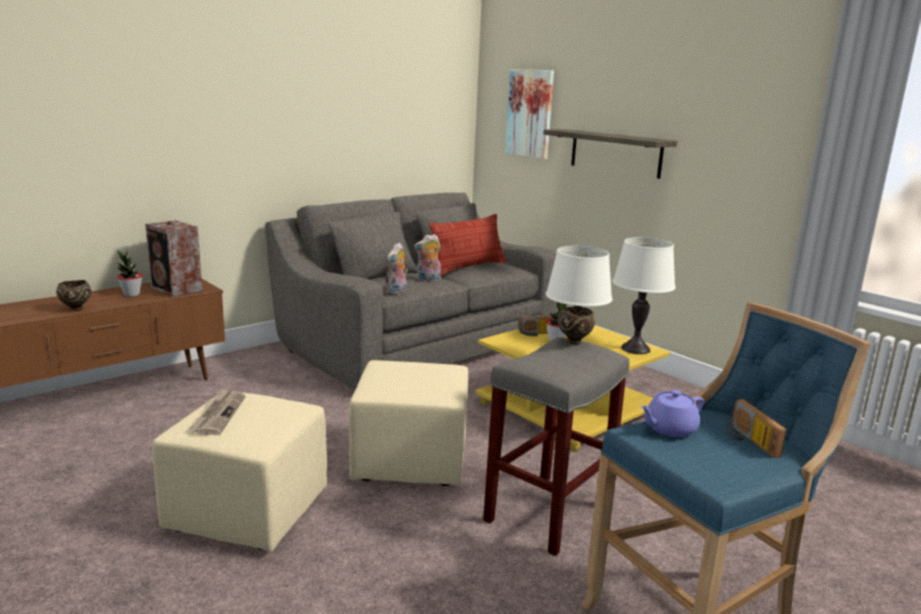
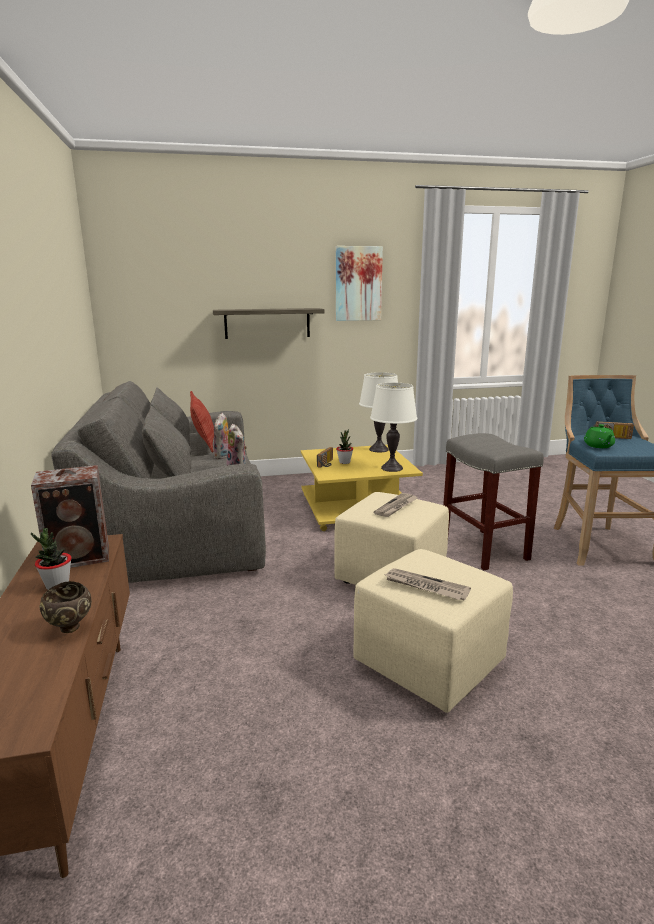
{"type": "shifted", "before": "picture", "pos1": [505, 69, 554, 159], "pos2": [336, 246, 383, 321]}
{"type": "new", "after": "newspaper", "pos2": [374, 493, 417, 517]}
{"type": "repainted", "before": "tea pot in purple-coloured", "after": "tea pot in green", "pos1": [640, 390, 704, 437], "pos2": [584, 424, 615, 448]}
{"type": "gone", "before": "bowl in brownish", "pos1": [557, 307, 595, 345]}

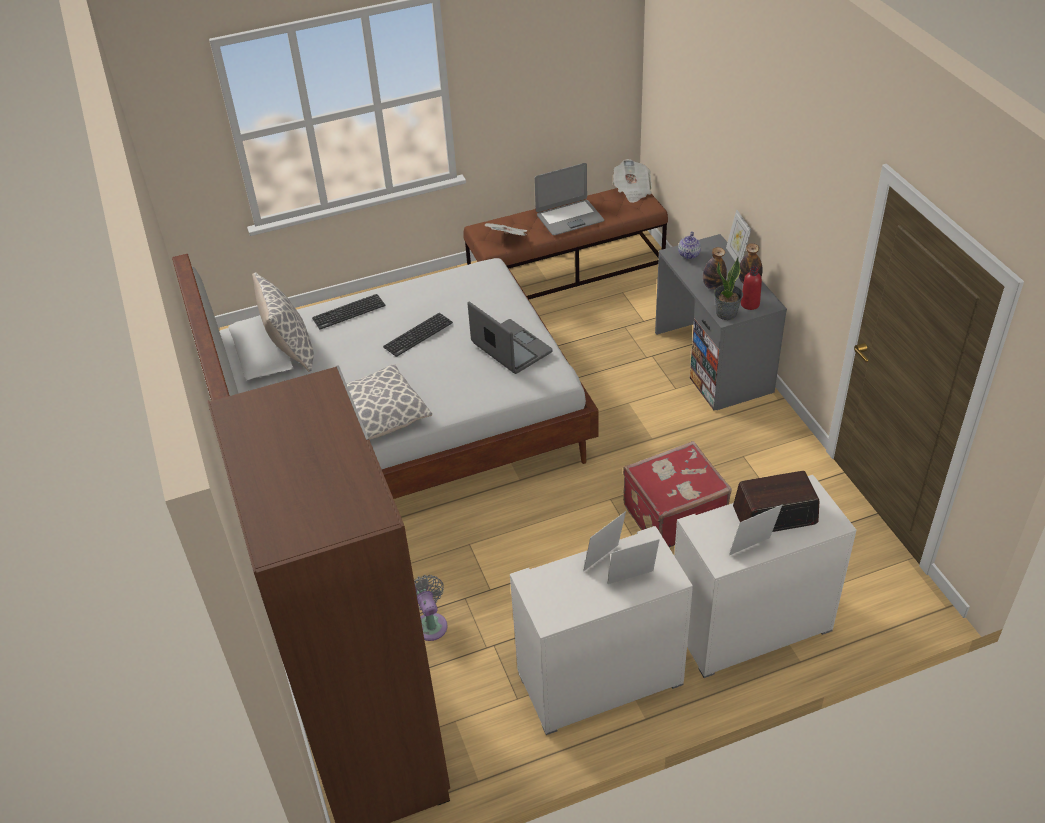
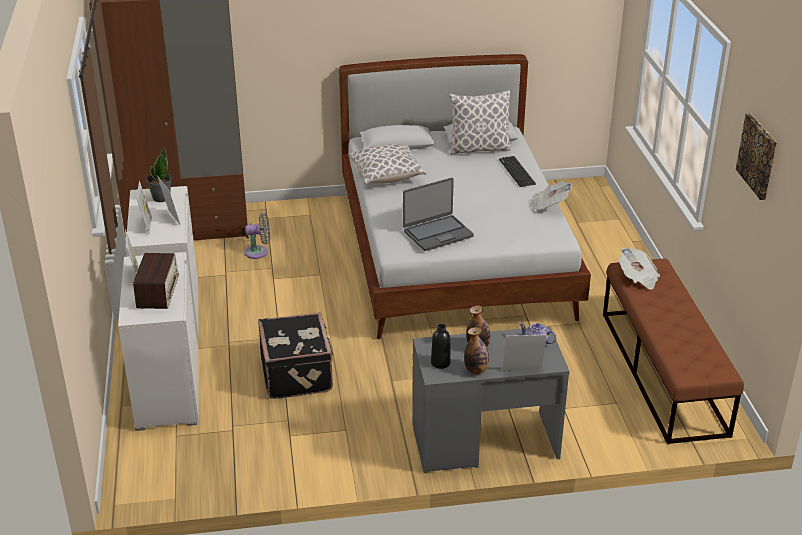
{"type": "shifted", "before": "potted plant", "pos1": [714, 257, 743, 320], "pos2": [146, 148, 172, 202]}
{"type": "repainted", "before": "travel case in red", "after": "travel case in black", "pos1": [623, 441, 732, 547], "pos2": [258, 312, 334, 399]}
{"type": "repainted", "before": "drink bottle in red", "after": "drink bottle in black", "pos1": [741, 267, 762, 310], "pos2": [431, 324, 451, 369]}
{"type": "shifted", "before": "newspaper", "pos1": [613, 159, 652, 203], "pos2": [528, 181, 573, 211]}
{"type": "new", "after": "picture", "pos2": [736, 113, 777, 200]}
{"type": "gone", "before": "PC keyboard", "pos1": [383, 313, 453, 357]}
{"type": "gone", "before": "portable computer", "pos1": [534, 163, 604, 235]}

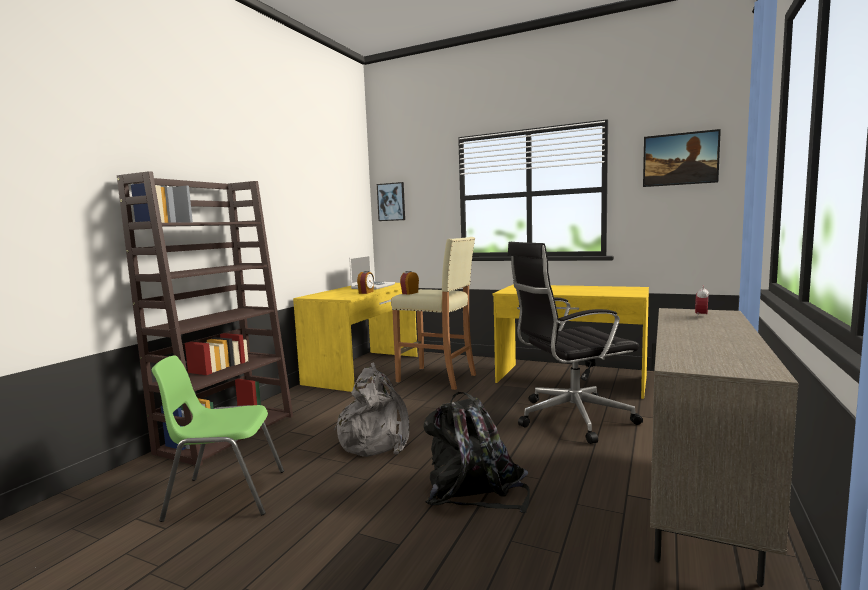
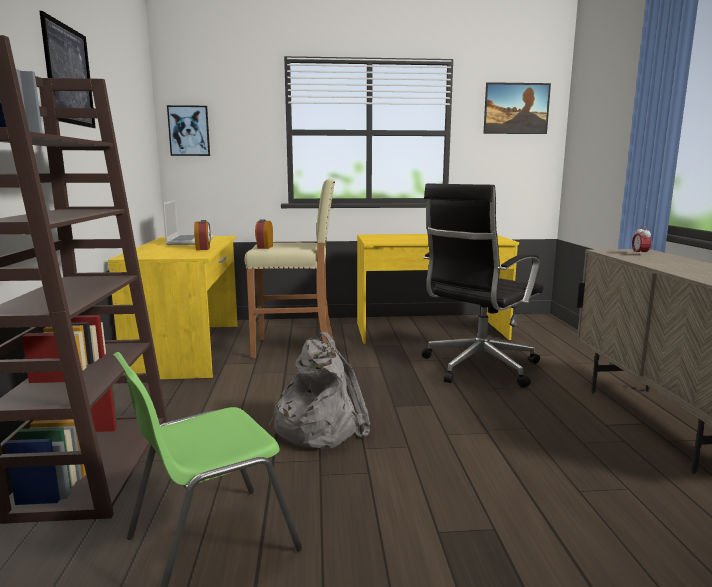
{"type": "new", "after": "picture", "pos2": [39, 11, 96, 128]}
{"type": "gone", "before": "rucksack in black", "pos1": [424, 392, 530, 513]}

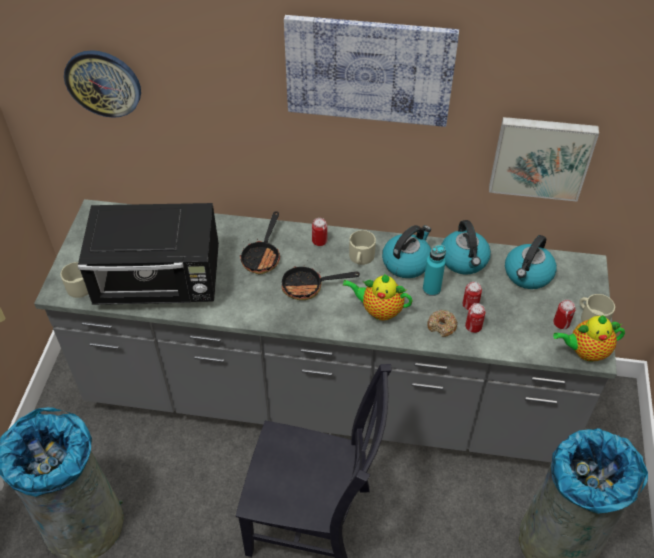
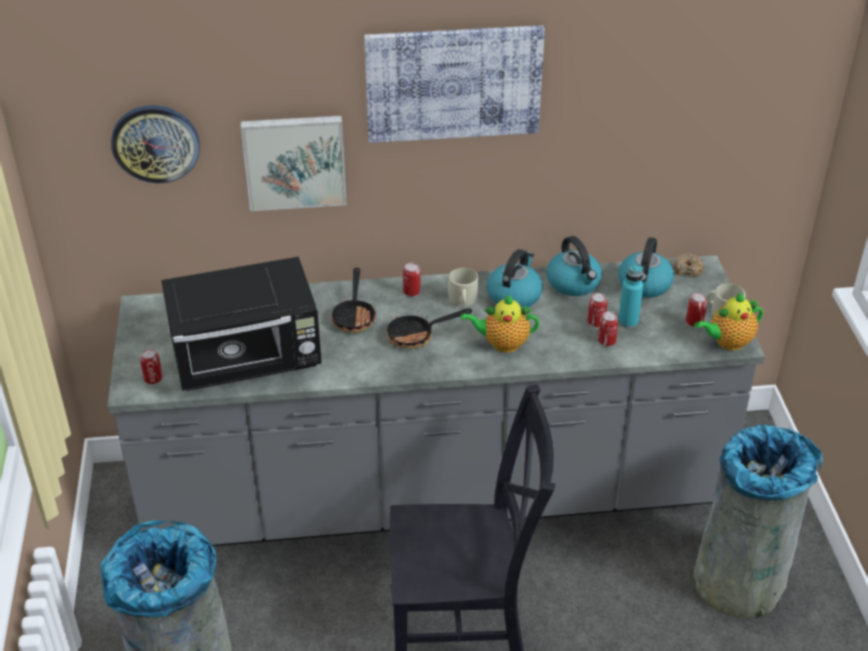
{"type": "swapped", "before": "mug in beige", "after": "metal can", "pos1": [60, 262, 88, 298], "pos2": [140, 348, 163, 384]}
{"type": "shifted", "before": "picture", "pos1": [489, 117, 599, 202], "pos2": [241, 116, 347, 211]}
{"type": "shifted", "before": "drink bottle in turquoise-coloured", "pos1": [423, 245, 446, 296], "pos2": [618, 264, 643, 328]}
{"type": "shifted", "before": "donut", "pos1": [427, 310, 457, 337], "pos2": [673, 254, 704, 278]}

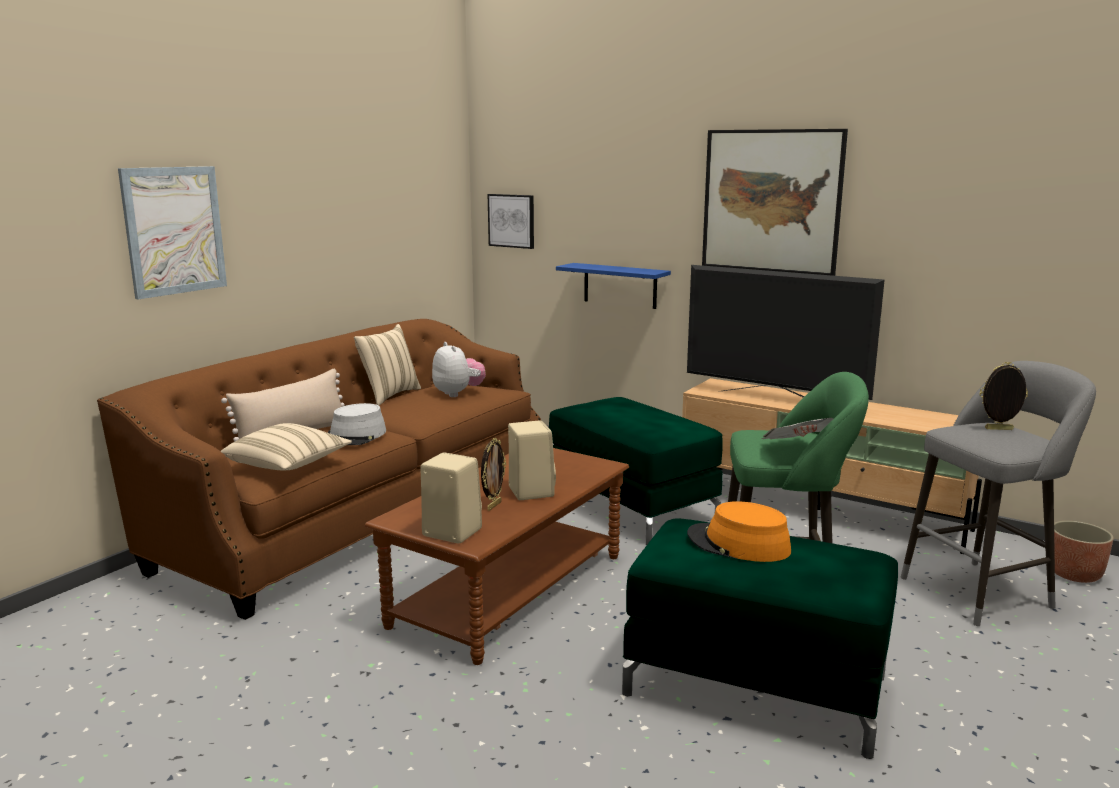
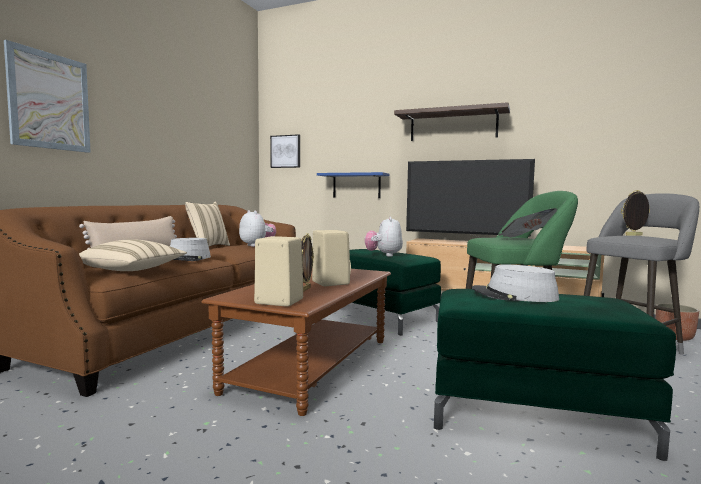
{"type": "new", "after": "plush toy", "pos2": [365, 217, 403, 257]}
{"type": "swapped", "before": "picture", "after": "wall shelf", "pos1": [702, 129, 848, 276], "pos2": [394, 102, 510, 141]}
{"type": "repainted", "before": "hat in orangey", "after": "hat in greyish", "pos1": [687, 501, 791, 562], "pos2": [472, 265, 559, 302]}

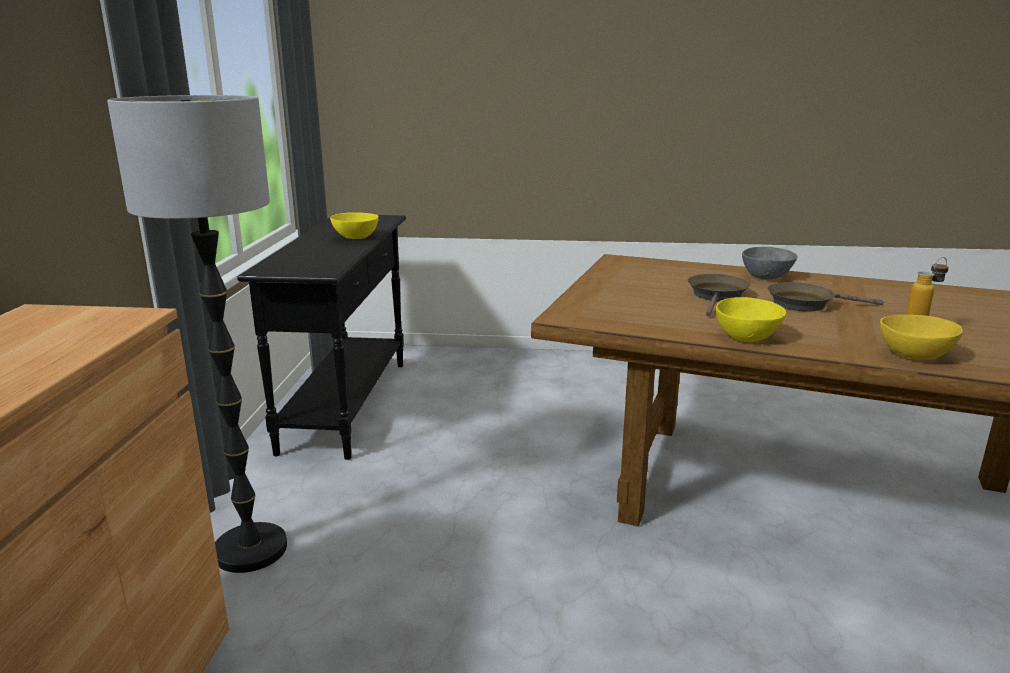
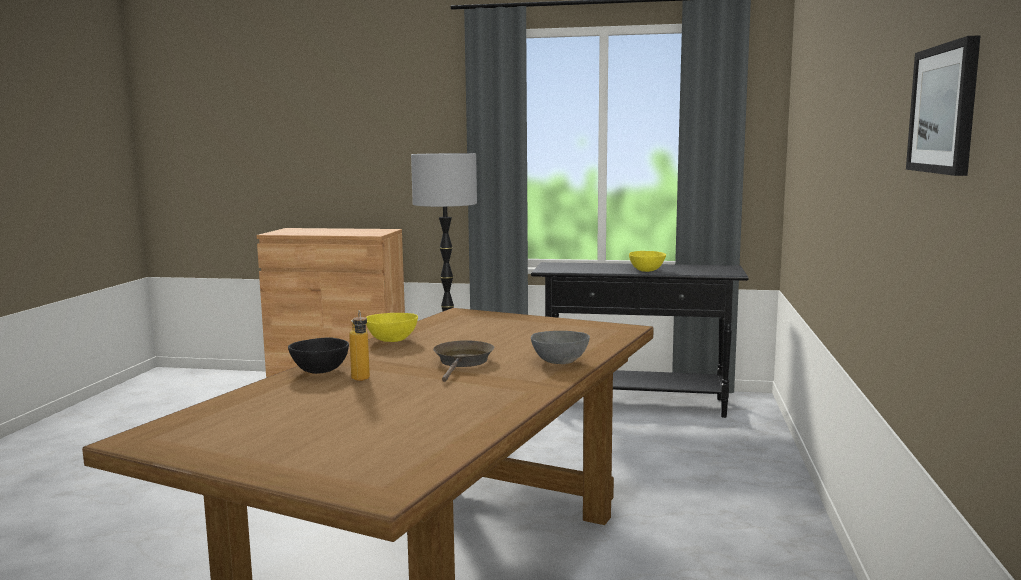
{"type": "repainted", "before": "bowl in yellow-coloured", "after": "bowl in black", "pos1": [880, 315, 963, 360], "pos2": [288, 337, 349, 374]}
{"type": "new", "after": "picture", "pos2": [906, 35, 981, 176]}
{"type": "gone", "before": "pan in brownish", "pos1": [687, 274, 750, 316]}

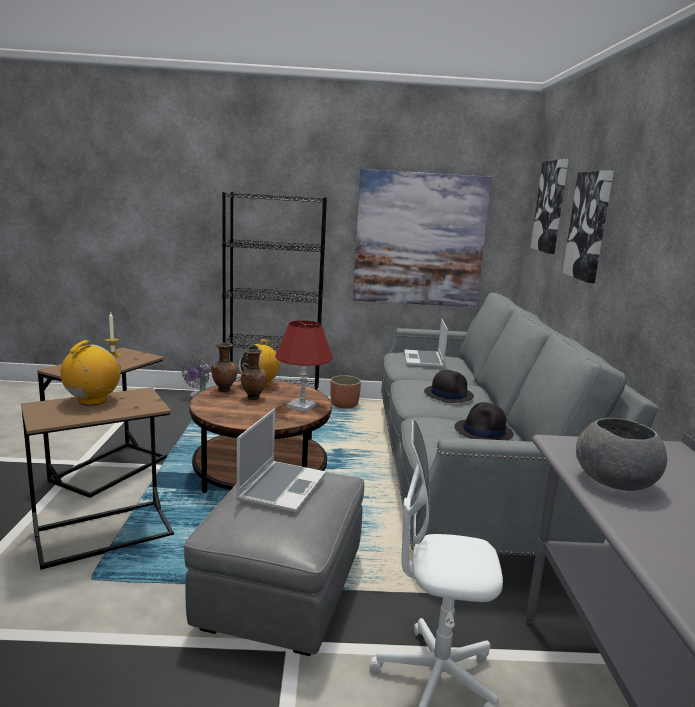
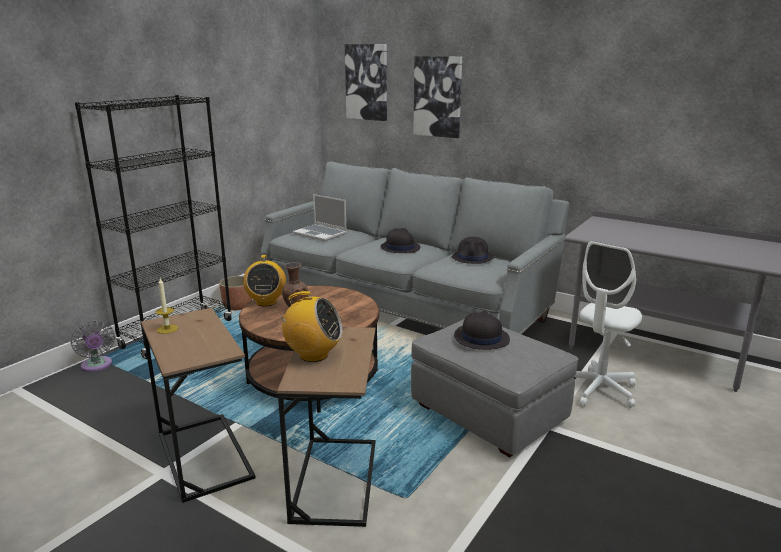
{"type": "rotated", "before": "radio receiver", "pos1": [60, 340, 121, 406], "pos2": [275, 291, 342, 362], "turn": 135}
{"type": "swapped", "before": "portable computer", "after": "hat in black", "pos1": [236, 408, 326, 513], "pos2": [454, 311, 510, 350]}
{"type": "gone", "before": "decorative vase in brownish", "pos1": [211, 343, 238, 392]}
{"type": "gone", "before": "tabletop lamp in red", "pos1": [275, 320, 333, 412]}
{"type": "gone", "before": "picture", "pos1": [353, 169, 492, 307]}
{"type": "gone", "before": "bowl in greyish", "pos1": [576, 418, 667, 491]}

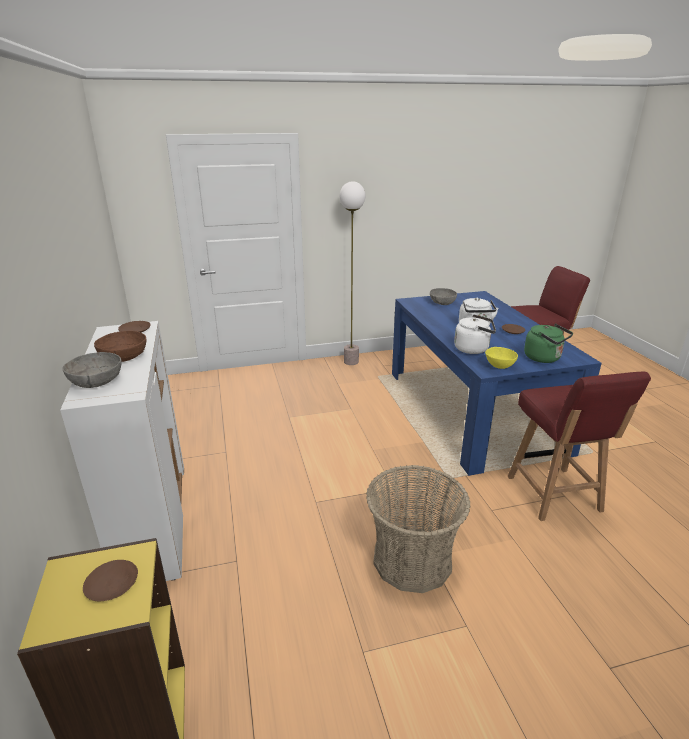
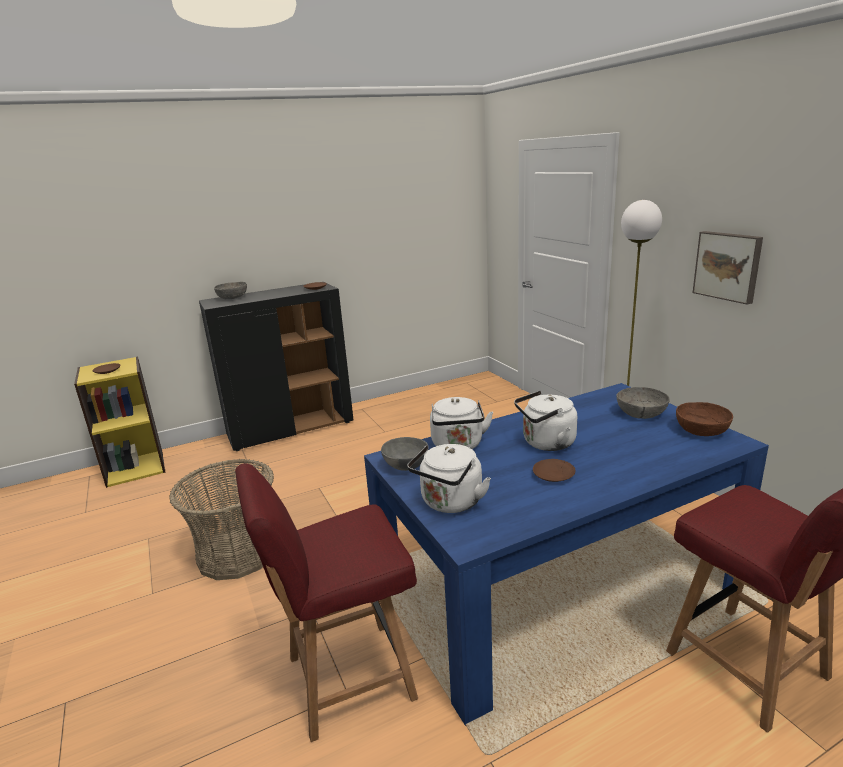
{"type": "repainted", "before": "cupboard in white-coloured", "after": "cupboard in black", "pos1": [60, 321, 184, 581], "pos2": [199, 284, 354, 451]}
{"type": "repainted", "before": "bowl in yellow-coloured", "after": "bowl in greyish", "pos1": [485, 347, 518, 369], "pos2": [381, 437, 429, 471]}
{"type": "repainted", "before": "tea kettle in green", "after": "tea kettle in white-coloured", "pos1": [524, 324, 573, 363], "pos2": [407, 444, 491, 513]}
{"type": "shifted", "before": "bowl in brownish", "pos1": [94, 331, 147, 362], "pos2": [676, 402, 733, 436]}
{"type": "new", "after": "picture", "pos2": [693, 231, 763, 305]}

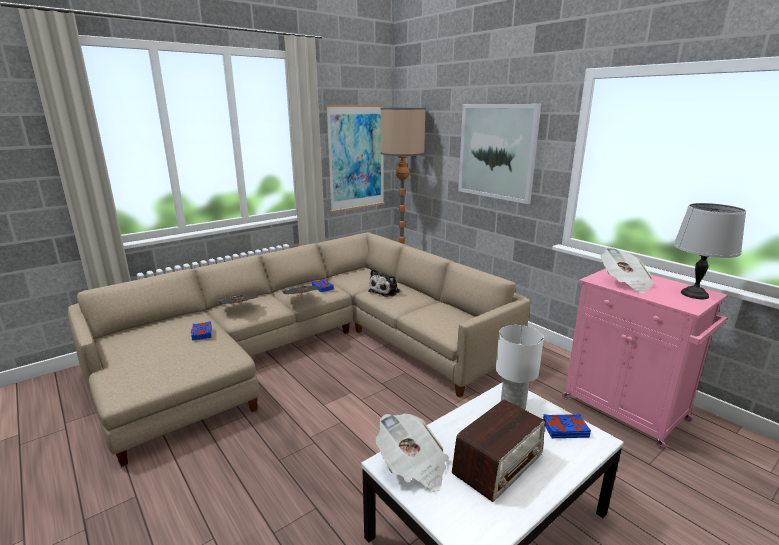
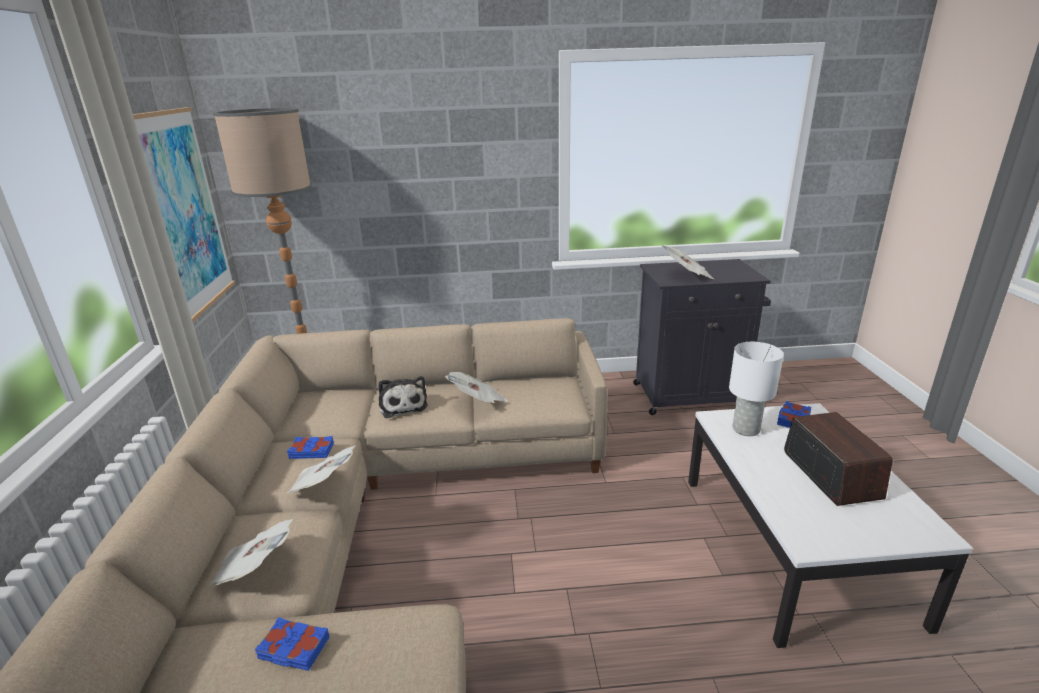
{"type": "shifted", "before": "newspaper", "pos1": [376, 413, 449, 492], "pos2": [445, 372, 508, 403]}
{"type": "repainted", "before": "cupboard in pink-coloured", "after": "cupboard in black", "pos1": [562, 268, 727, 450], "pos2": [633, 259, 771, 415]}
{"type": "gone", "before": "picture", "pos1": [458, 104, 541, 204]}
{"type": "gone", "before": "tabletop lamp in greyish", "pos1": [673, 203, 746, 299]}

